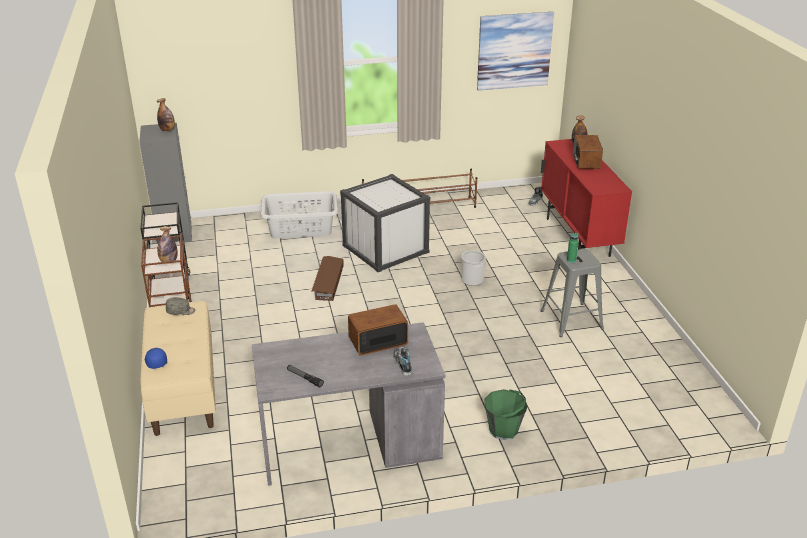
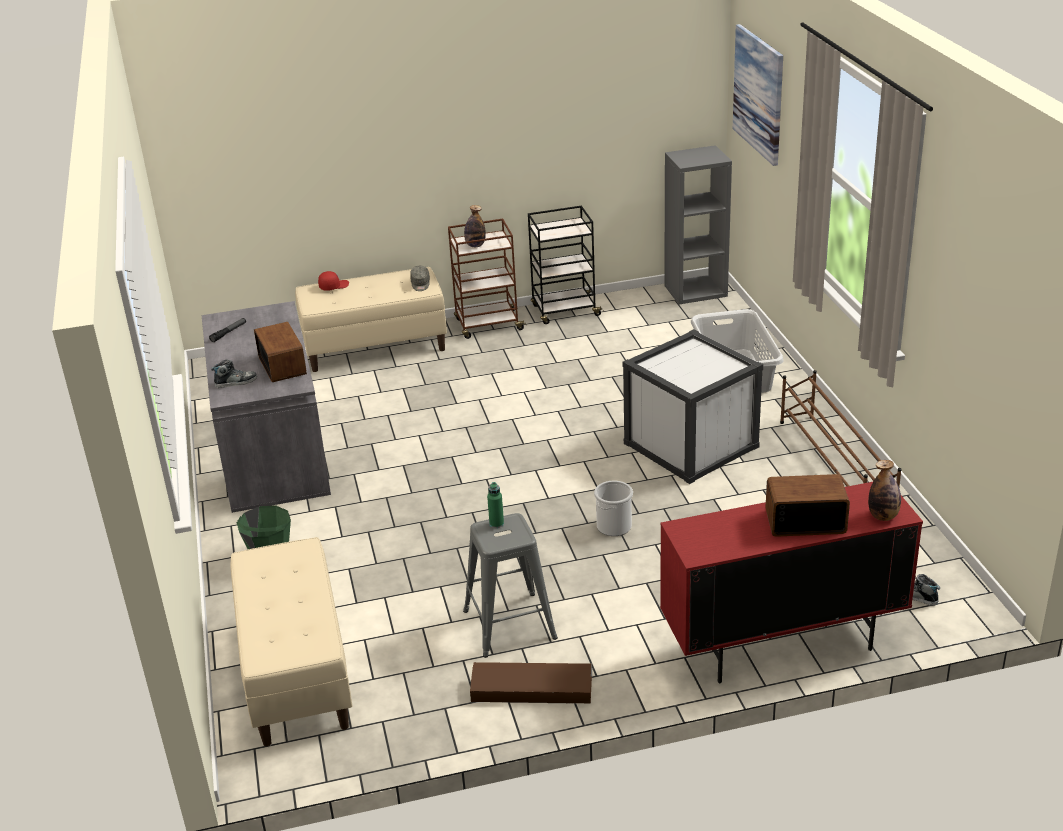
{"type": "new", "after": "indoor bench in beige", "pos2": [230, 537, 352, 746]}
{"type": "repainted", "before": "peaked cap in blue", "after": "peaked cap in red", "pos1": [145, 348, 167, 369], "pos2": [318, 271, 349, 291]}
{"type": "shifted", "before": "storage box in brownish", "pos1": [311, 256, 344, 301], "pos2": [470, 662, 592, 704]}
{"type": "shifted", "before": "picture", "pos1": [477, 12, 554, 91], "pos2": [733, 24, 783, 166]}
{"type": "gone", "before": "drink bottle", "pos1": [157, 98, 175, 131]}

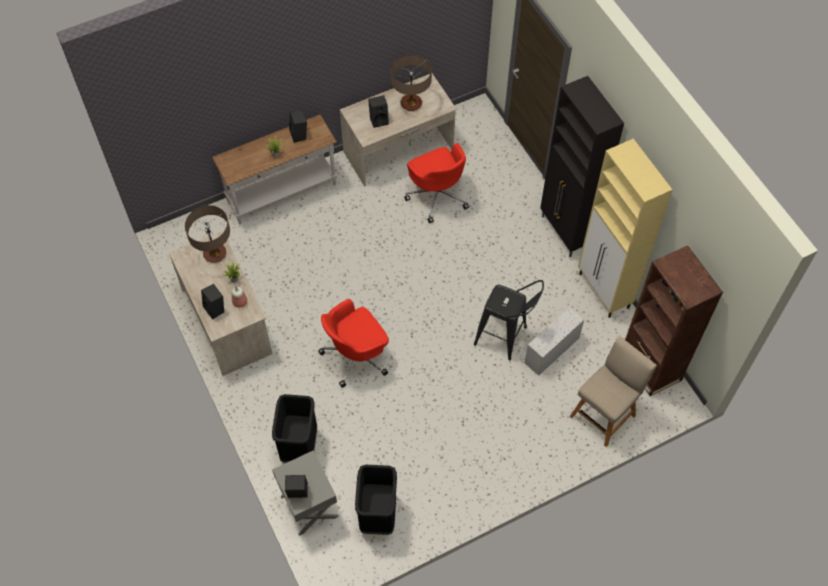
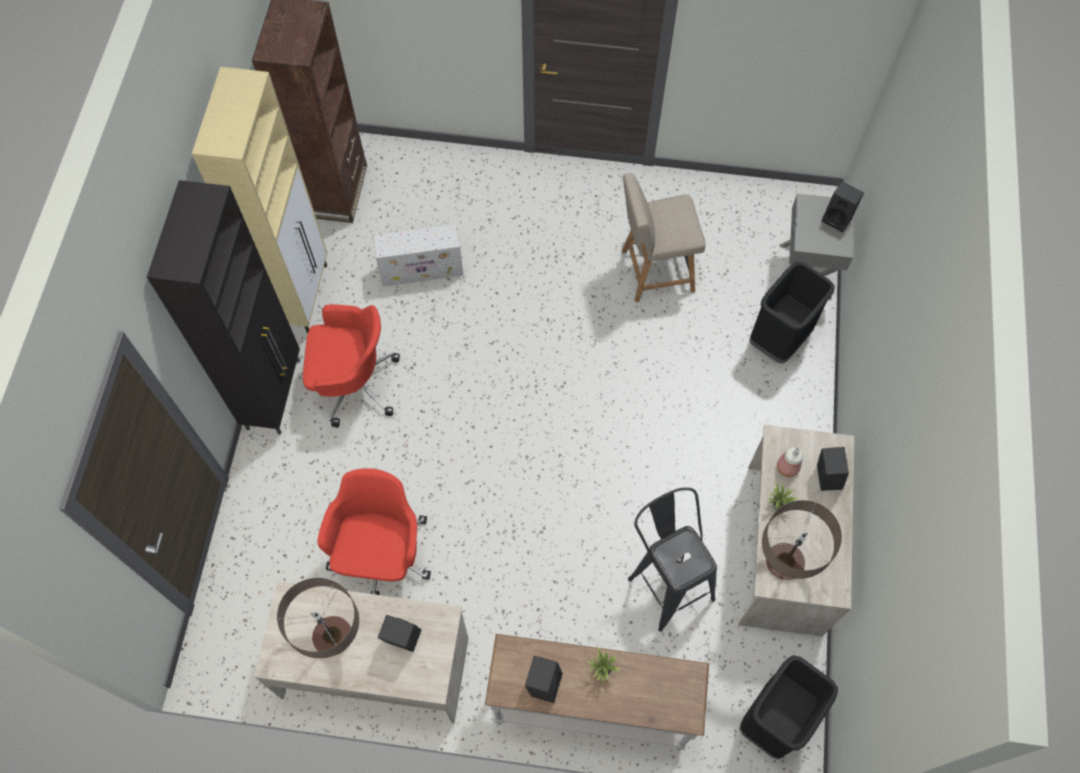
{"type": "shifted", "before": "office chair in red", "pos1": [318, 299, 389, 388], "pos2": [303, 304, 400, 427]}
{"type": "shifted", "before": "plain chair in beige", "pos1": [569, 336, 657, 447], "pos2": [622, 173, 705, 302]}
{"type": "shifted", "before": "stool in black", "pos1": [474, 280, 544, 360], "pos2": [628, 488, 717, 632]}
{"type": "shifted", "before": "rubbish bin in black", "pos1": [355, 465, 397, 535], "pos2": [739, 655, 838, 759]}

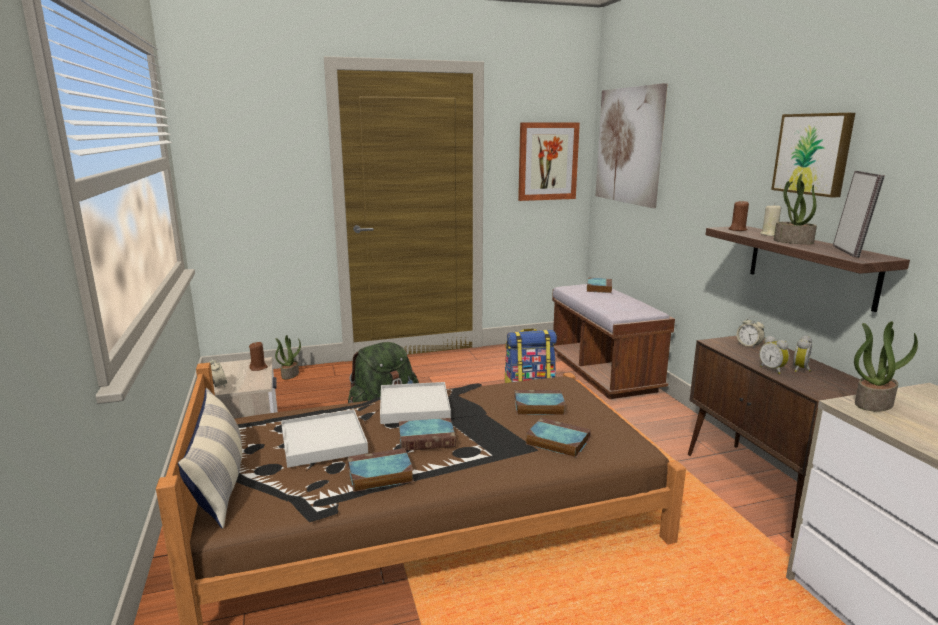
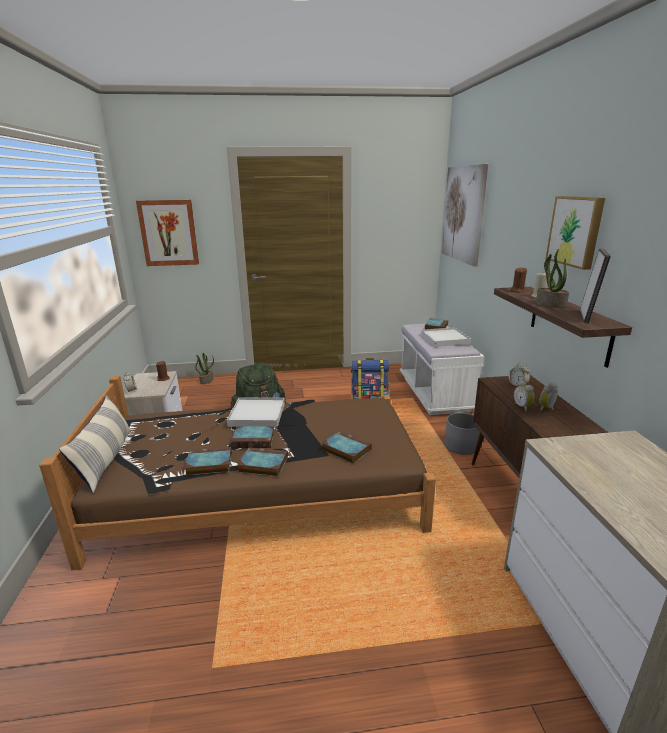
{"type": "shifted", "before": "picture", "pos1": [518, 122, 580, 201], "pos2": [136, 200, 199, 266]}
{"type": "shifted", "before": "book", "pos1": [515, 390, 566, 415], "pos2": [237, 447, 288, 477]}
{"type": "repainted", "before": "indoor bench in brownish", "after": "indoor bench in white-coloured", "pos1": [552, 284, 675, 399], "pos2": [400, 323, 484, 415]}
{"type": "shifted", "before": "tray in white-coloured", "pos1": [281, 409, 368, 468], "pos2": [421, 327, 471, 347]}
{"type": "new", "after": "planter in greyish", "pos2": [444, 413, 480, 455]}
{"type": "gone", "before": "potted plant", "pos1": [854, 321, 918, 412]}

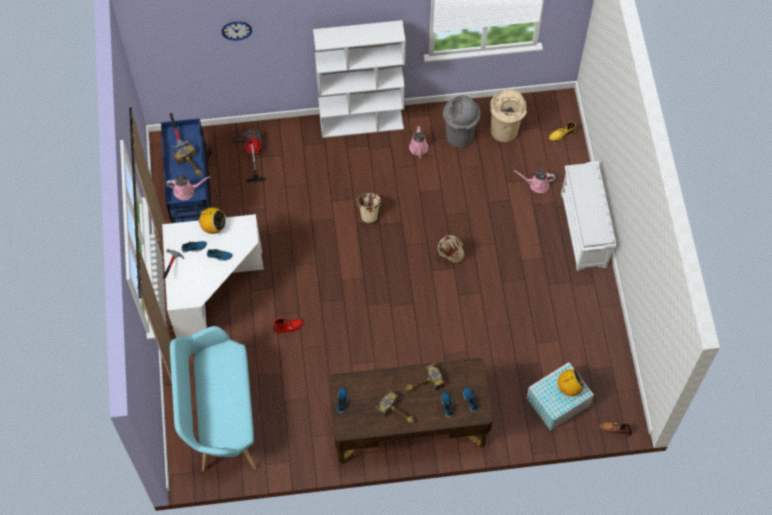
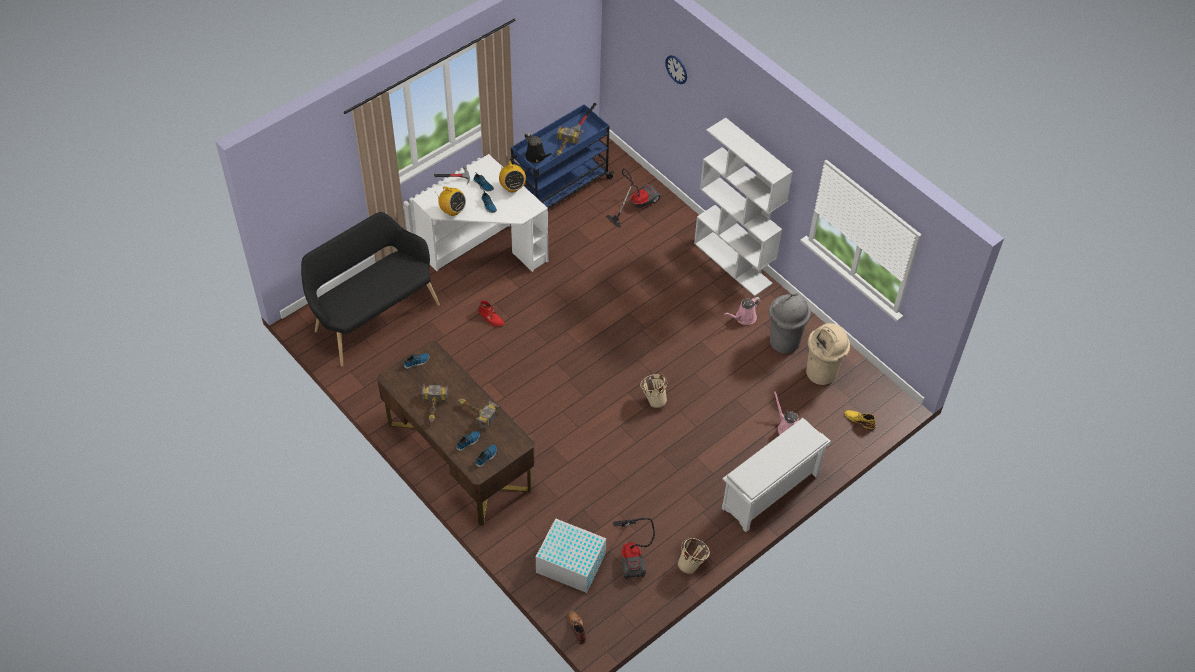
{"type": "repainted", "before": "indoor bench in turquoise-coloured", "after": "indoor bench in black", "pos1": [170, 326, 256, 471], "pos2": [301, 212, 440, 366]}
{"type": "shifted", "before": "radio receiver", "pos1": [558, 369, 585, 396], "pos2": [436, 187, 466, 216]}
{"type": "repainted", "before": "watering can in pink-coloured", "after": "watering can in black", "pos1": [166, 176, 210, 200], "pos2": [525, 133, 553, 163]}
{"type": "new", "after": "hoover", "pos2": [613, 518, 655, 579]}
{"type": "shifted", "before": "water bucket in beige", "pos1": [357, 193, 381, 223], "pos2": [677, 537, 710, 574]}

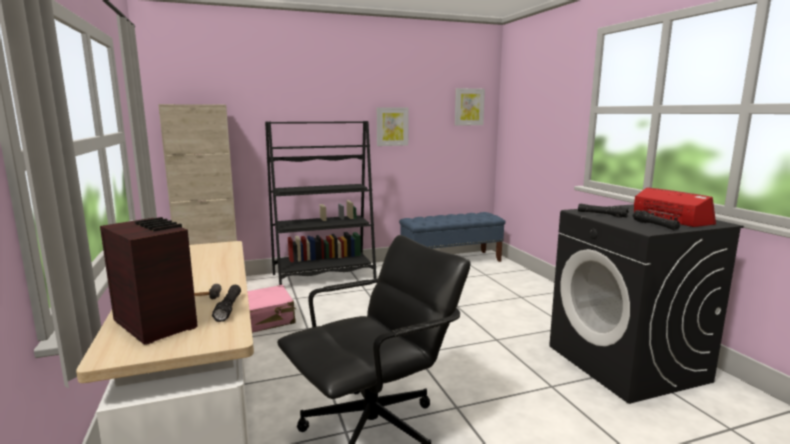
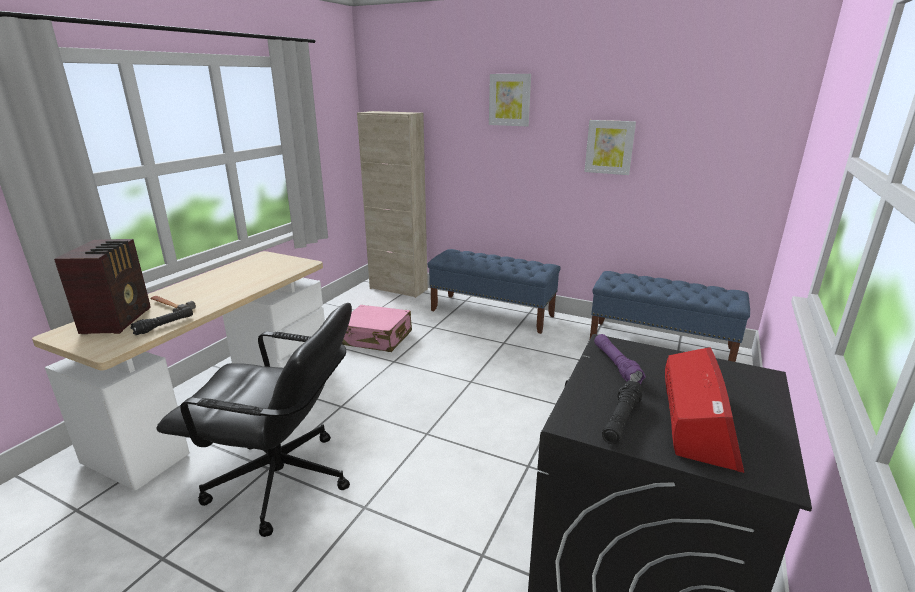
{"type": "swapped", "before": "shelving unit in black", "after": "indoor bench in blue", "pos1": [265, 121, 376, 285], "pos2": [428, 249, 561, 334]}
{"type": "shifted", "before": "picture", "pos1": [455, 88, 485, 126], "pos2": [489, 74, 531, 126]}
{"type": "repainted", "before": "torch in black", "after": "torch in purple-coloured", "pos1": [578, 204, 629, 218], "pos2": [594, 334, 646, 384]}

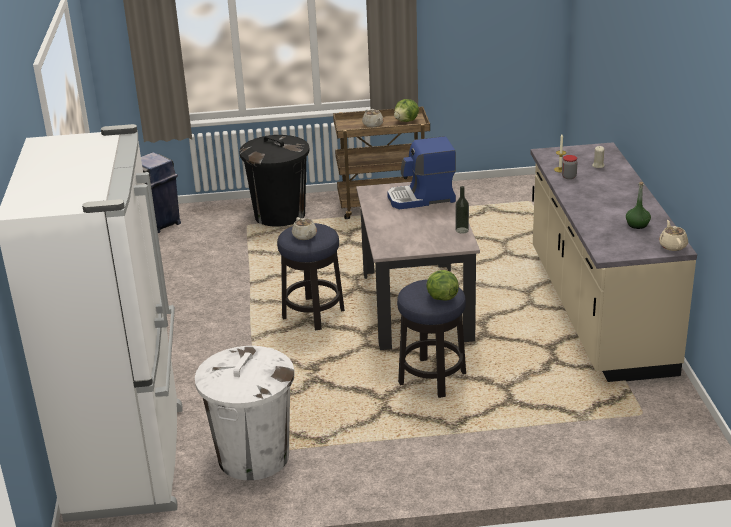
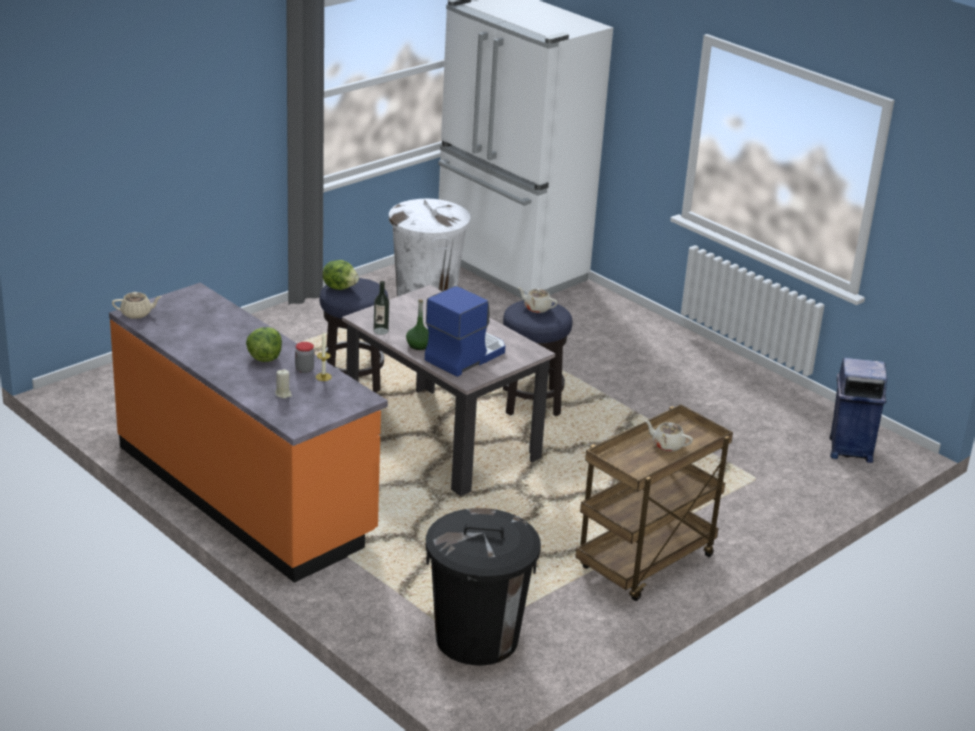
{"type": "repainted", "before": "kitchen counter in beige", "after": "kitchen counter in orangey", "pos1": [531, 142, 697, 382], "pos2": [109, 283, 388, 583]}
{"type": "rotated", "before": "tea pot in beige", "pos1": [659, 220, 688, 251], "pos2": [112, 292, 162, 319], "turn": -60}
{"type": "shifted", "before": "lettuce head", "pos1": [394, 99, 419, 122], "pos2": [246, 327, 282, 362]}
{"type": "shifted", "before": "drink bottle in green", "pos1": [626, 182, 651, 229], "pos2": [406, 299, 429, 350]}
{"type": "shifted", "before": "rubbish bin in black", "pos1": [239, 135, 309, 227], "pos2": [426, 508, 541, 665]}

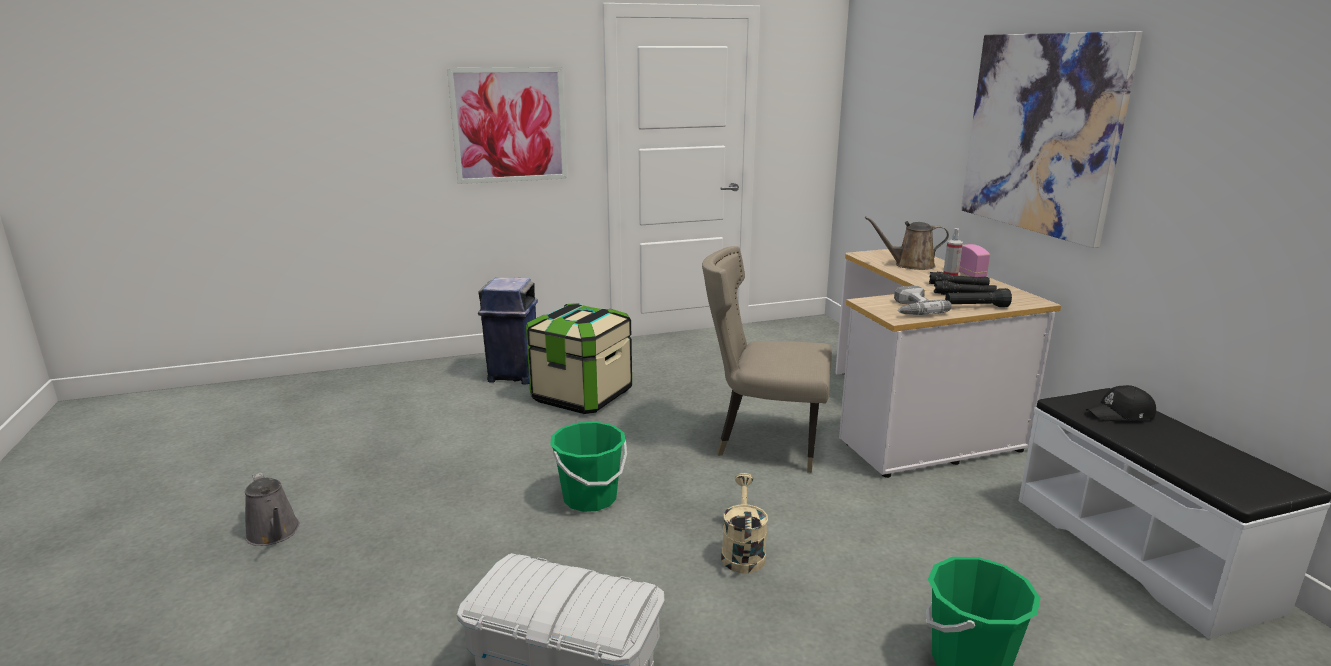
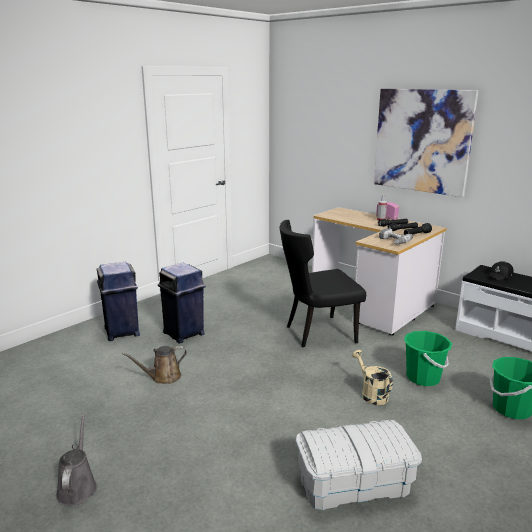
{"type": "rotated", "before": "watering can in greyish", "pos1": [245, 472, 300, 546], "pos2": [56, 415, 98, 506], "turn": -120}
{"type": "shifted", "before": "watering can in brownish", "pos1": [865, 216, 949, 270], "pos2": [122, 346, 187, 384]}
{"type": "swapped", "before": "storage box", "after": "rubbish bin in blue", "pos1": [526, 303, 632, 414], "pos2": [158, 262, 205, 343]}
{"type": "repainted", "before": "plain chair in beige", "after": "plain chair in black", "pos1": [702, 246, 832, 473], "pos2": [279, 220, 366, 347]}
{"type": "shifted", "before": "water bucket in green", "pos1": [550, 422, 627, 512], "pos2": [404, 331, 452, 386]}
{"type": "gone", "before": "picture", "pos1": [447, 67, 567, 184]}

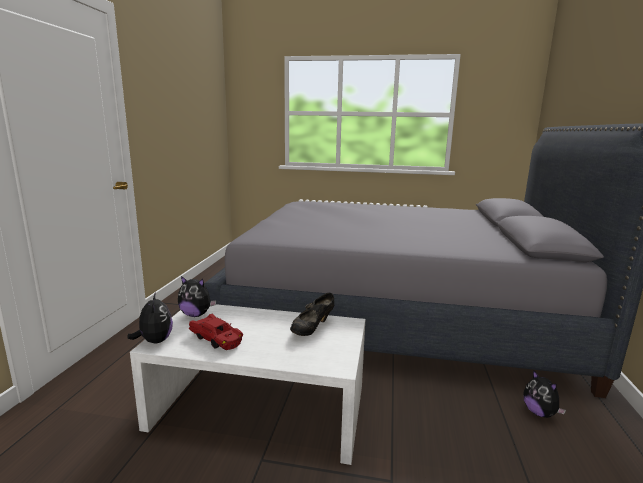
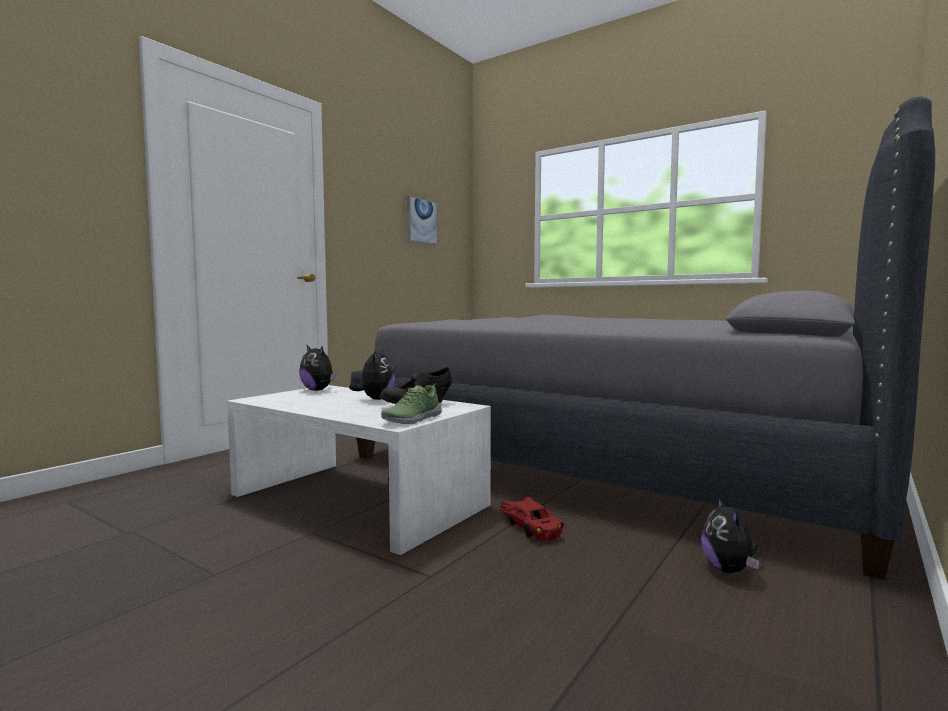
{"type": "shifted", "before": "plush toy", "pos1": [127, 292, 173, 343], "pos2": [349, 349, 396, 400]}
{"type": "new", "after": "low shoe", "pos2": [381, 383, 442, 424]}
{"type": "new", "after": "picture", "pos2": [407, 195, 438, 245]}
{"type": "shifted", "before": "miniature car in red", "pos1": [189, 314, 243, 350], "pos2": [500, 497, 564, 541]}

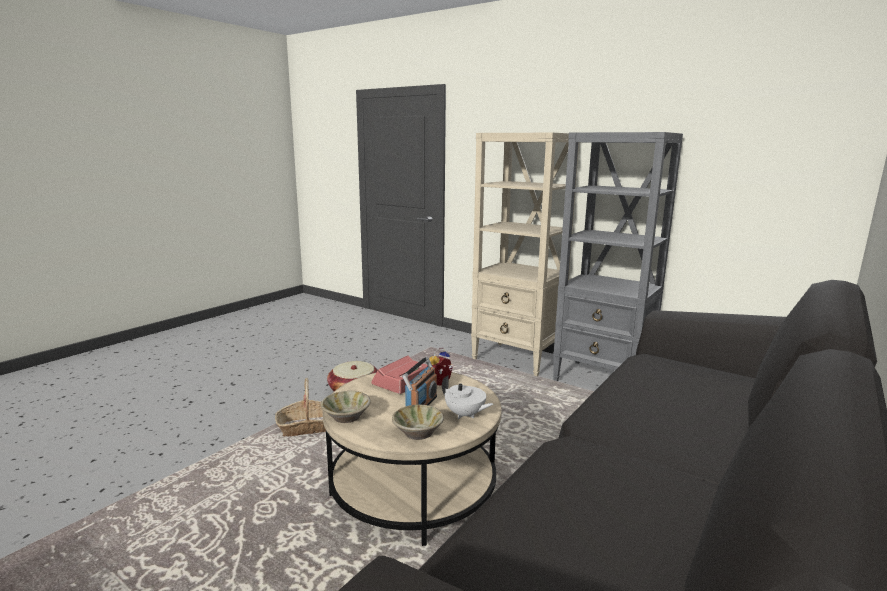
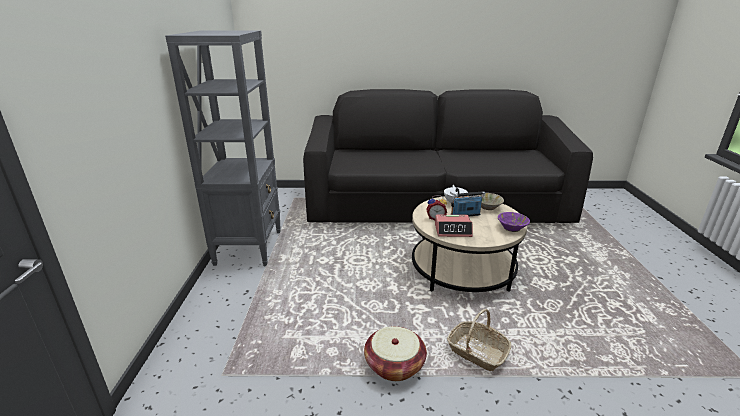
{"type": "repainted", "before": "bowl in beige", "after": "bowl in purple-coloured", "pos1": [321, 391, 371, 423], "pos2": [498, 212, 530, 232]}
{"type": "gone", "before": "shelving unit in beige", "pos1": [471, 133, 579, 376]}

